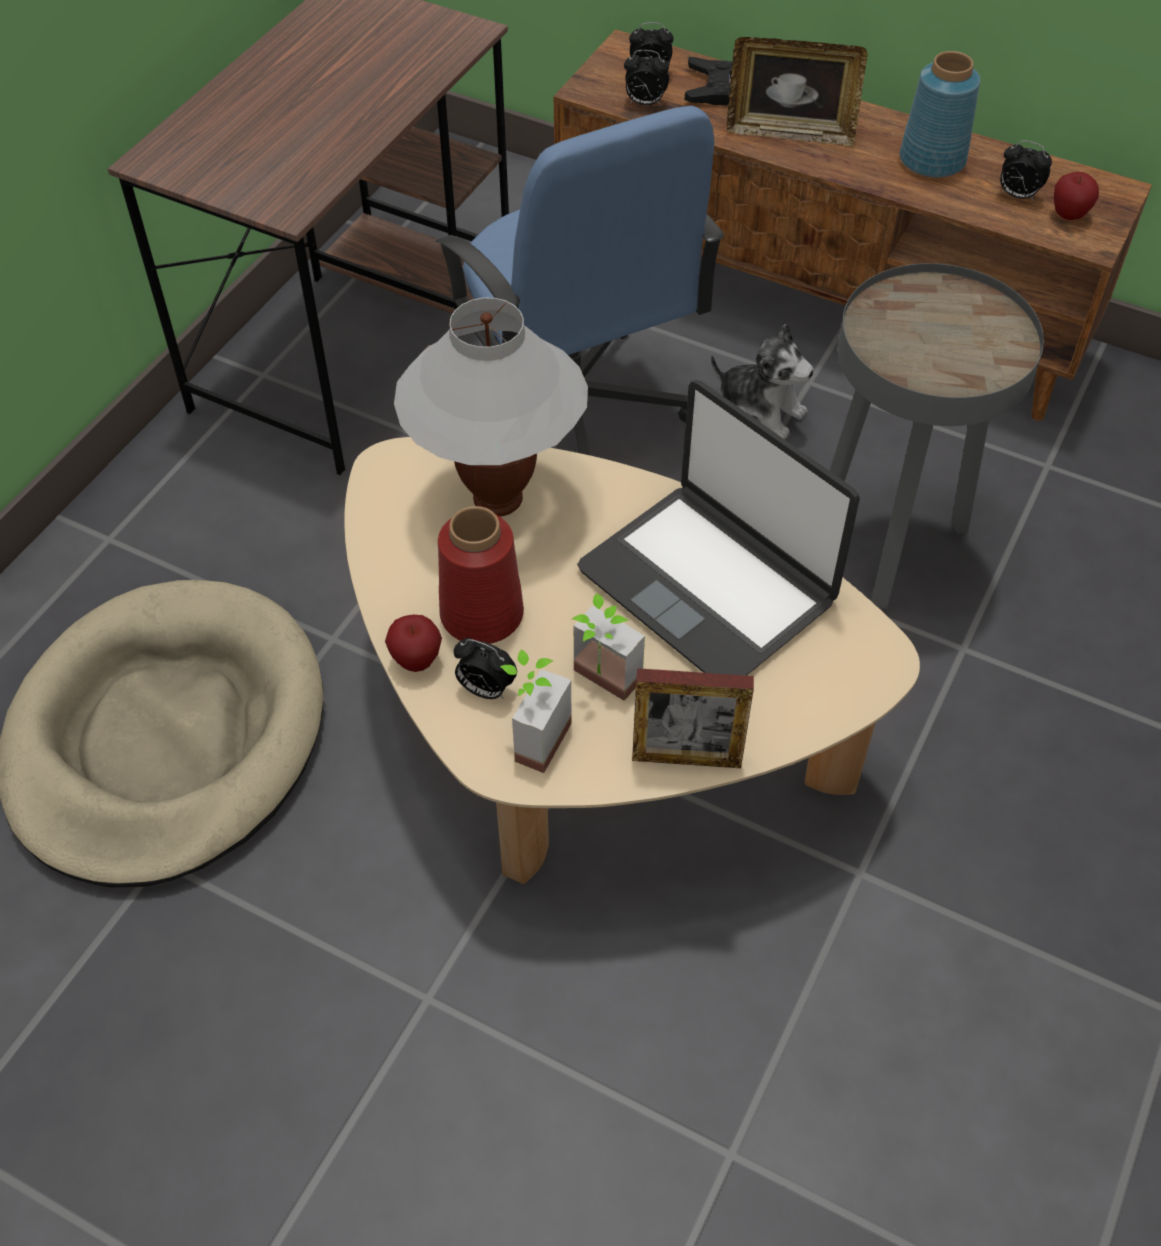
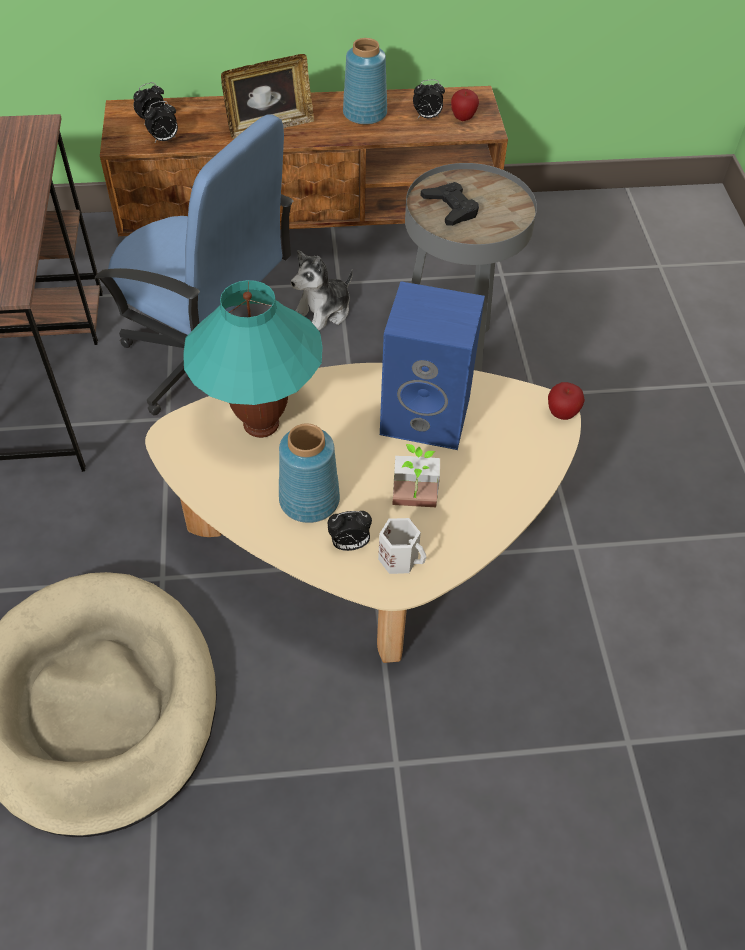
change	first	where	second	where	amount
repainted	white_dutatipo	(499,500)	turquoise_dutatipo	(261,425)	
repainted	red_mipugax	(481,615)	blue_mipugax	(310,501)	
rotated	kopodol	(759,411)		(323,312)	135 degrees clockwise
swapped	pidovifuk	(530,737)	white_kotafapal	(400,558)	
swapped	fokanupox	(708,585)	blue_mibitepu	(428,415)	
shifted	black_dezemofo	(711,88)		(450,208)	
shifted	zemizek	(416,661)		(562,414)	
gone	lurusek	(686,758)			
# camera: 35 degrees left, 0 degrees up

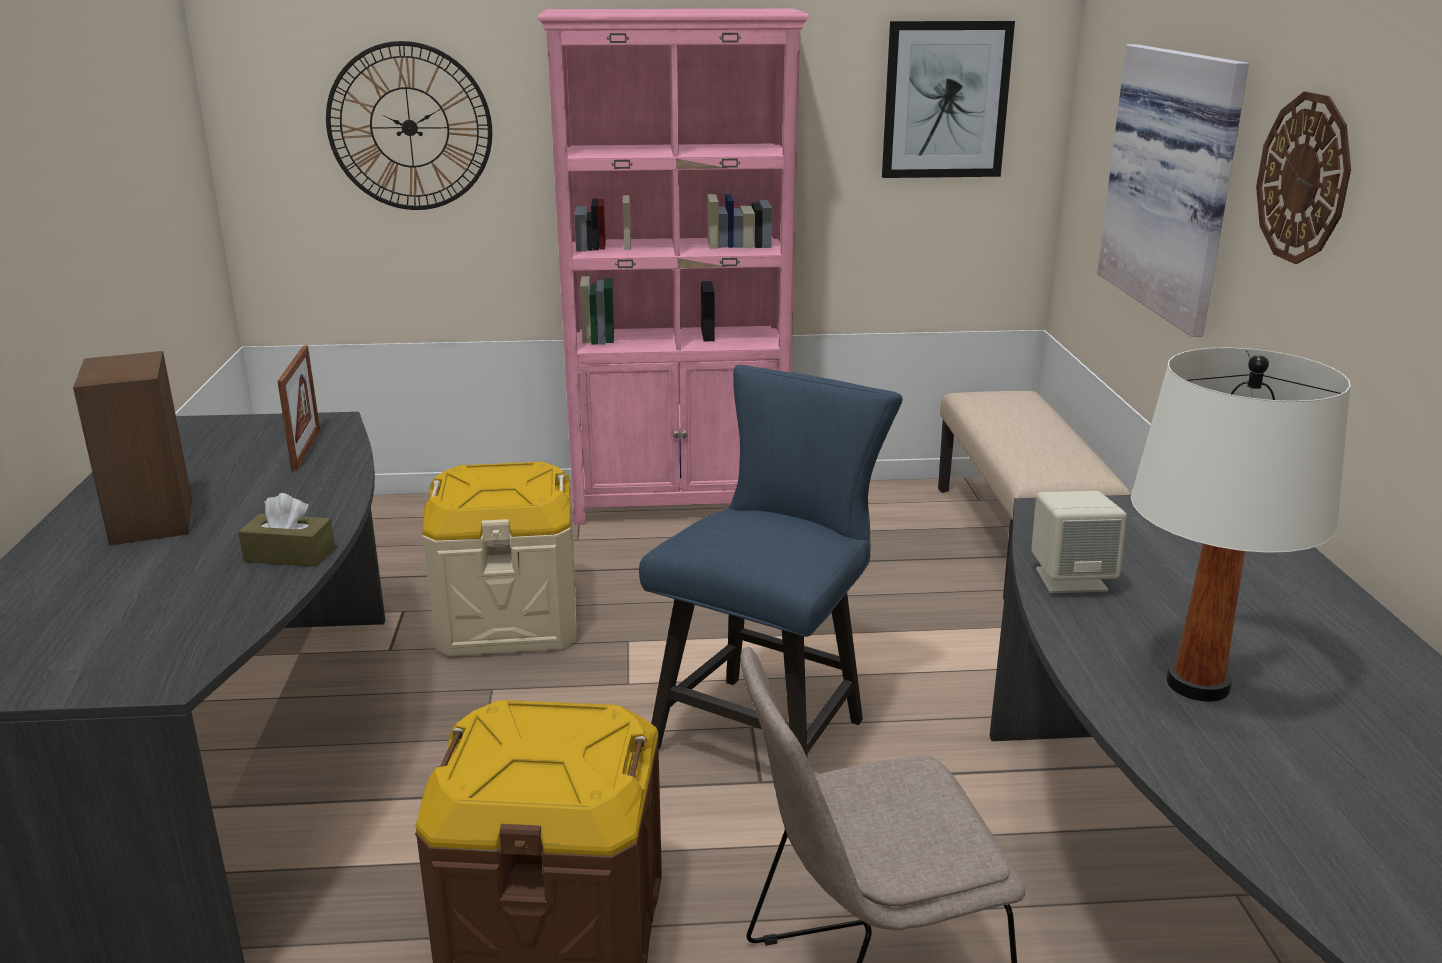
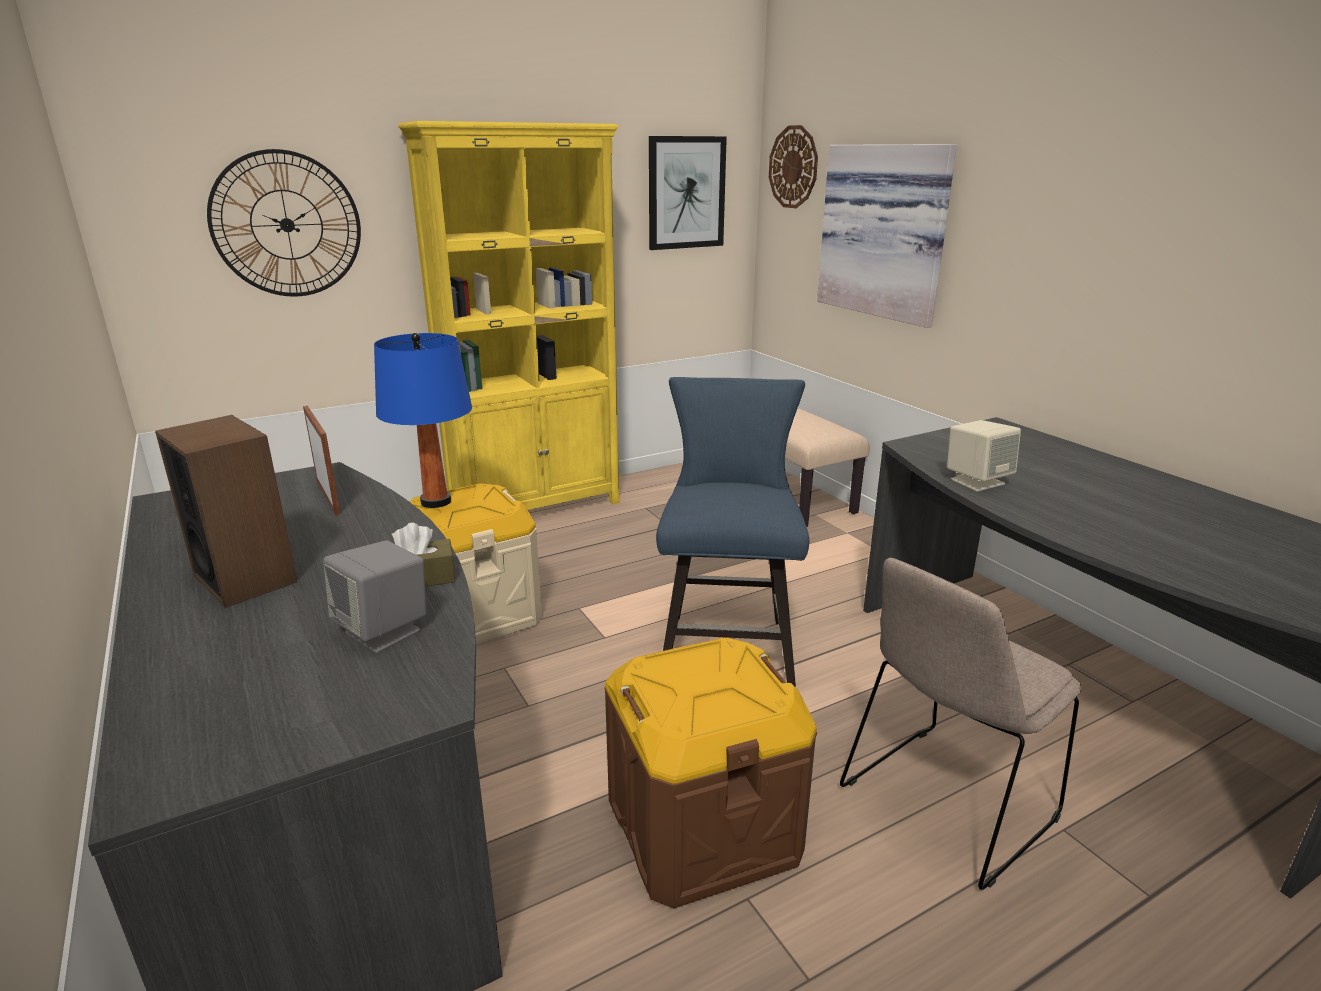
change	first	where	second	where	amount
new			grey_mibitepu	(384,631)	
new			blue_dutatipo	(436,501)	
repainted	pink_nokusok	(681,504)	yellow_nokusok	(537,507)	
shifted	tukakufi	(1304,178)		(793,167)	
gone	white_dutatipo	(1198,685)			
# camera: 25 degrees left, 0 degrees up

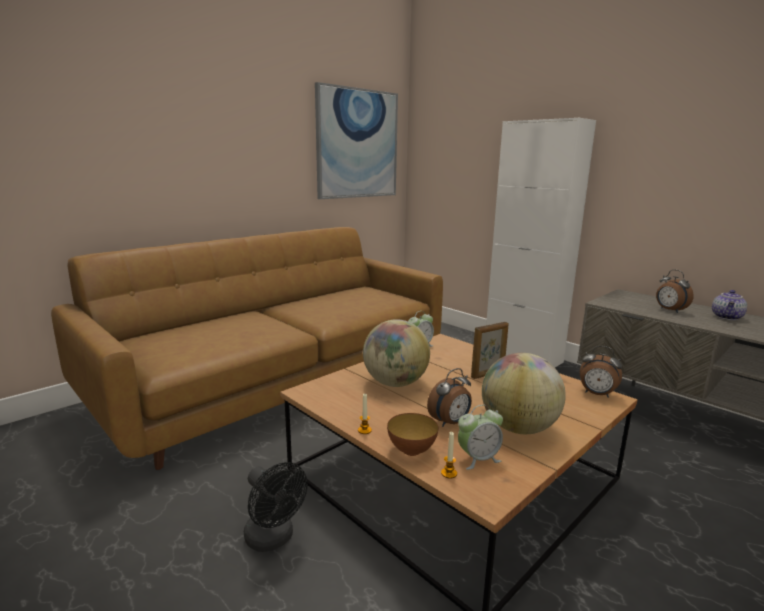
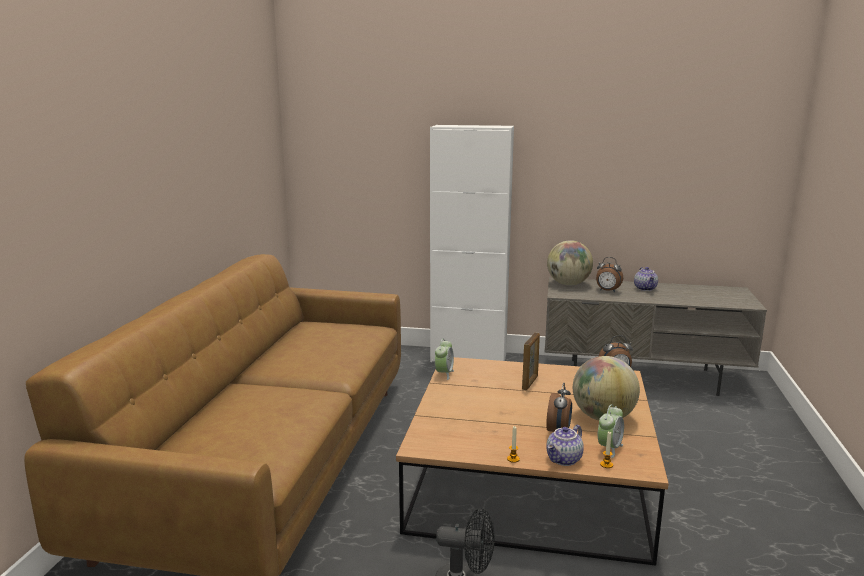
change	first	where	second	where	amount
swapped	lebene	(411,450)	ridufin	(564,460)	
shifted	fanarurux	(395,383)		(568,284)	
gone	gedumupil	(357,144)			
# camera: 35 degrees left, 0 degrees up

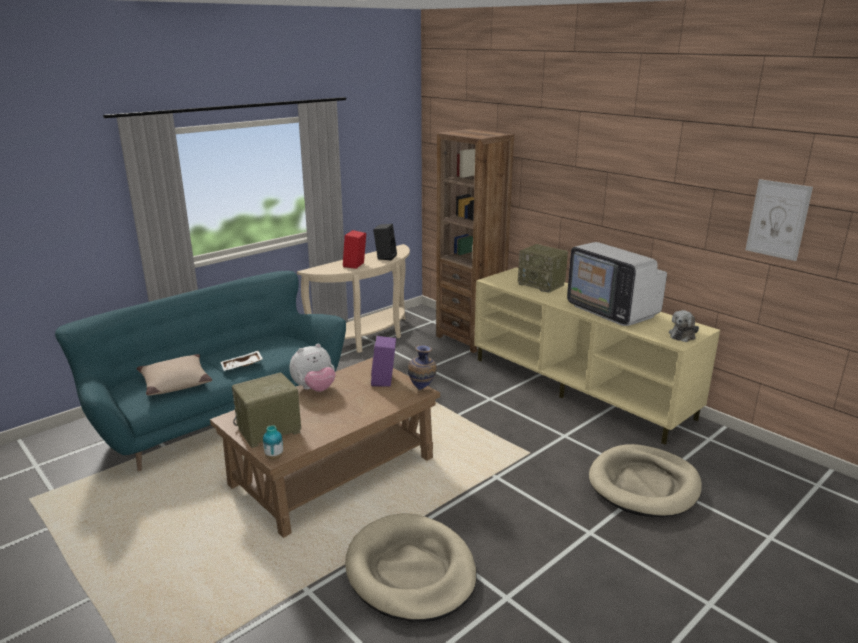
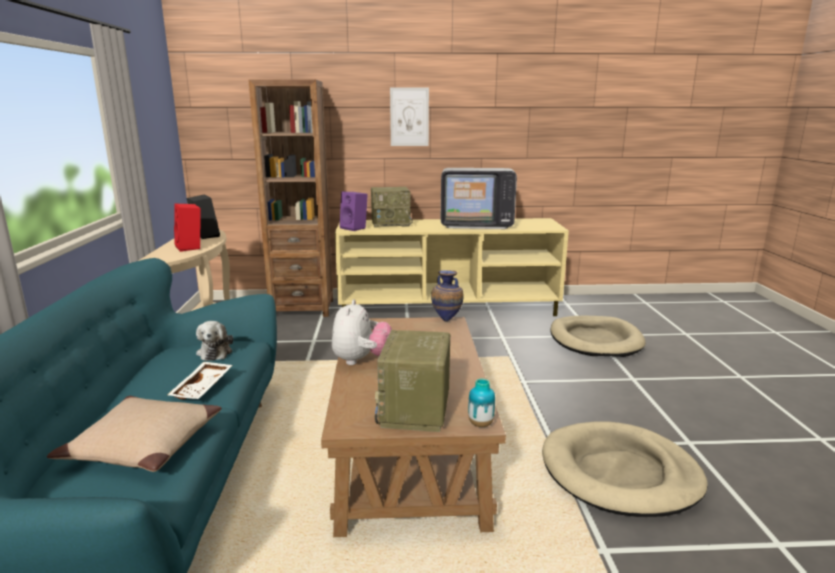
change	first	where	second	where	amount
shifted	kopodol	(683,335)		(215,352)	
shifted	purple_mibitepu	(385,381)		(355,228)	
shifted	gedumupil	(777,219)		(409,117)	
# camera: 50 degrees left, 5 degrees down

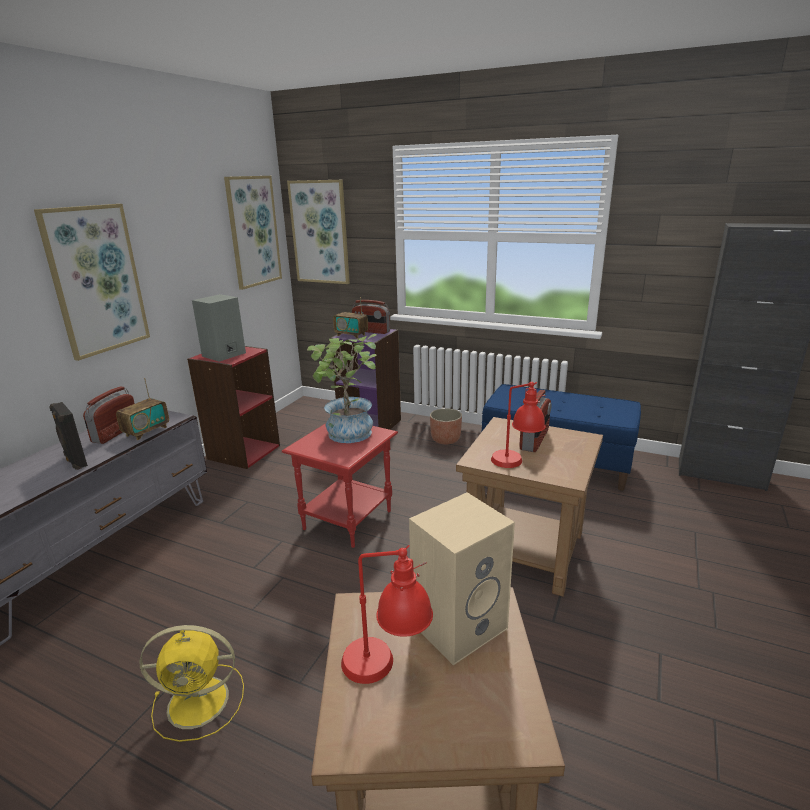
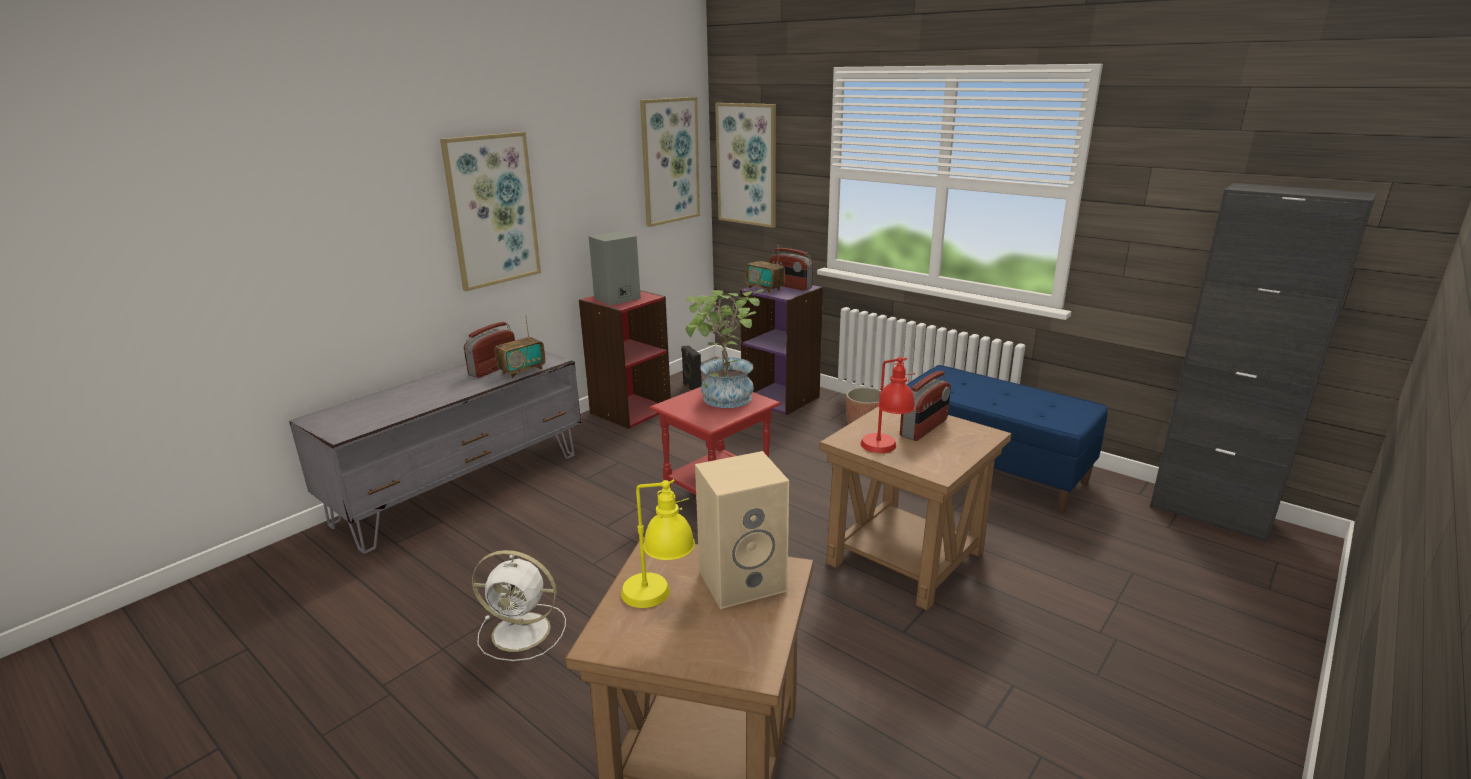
change	first	where	second	where	amount
repainted	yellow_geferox	(201,701)	white_geferox	(524,632)	
repainted	red_dutatipo	(387,670)	yellow_dutatipo	(660,601)	
shifted	black_mibitepu	(75,461)		(691,388)	
# camera: 15 degrees right, 0 degrees up

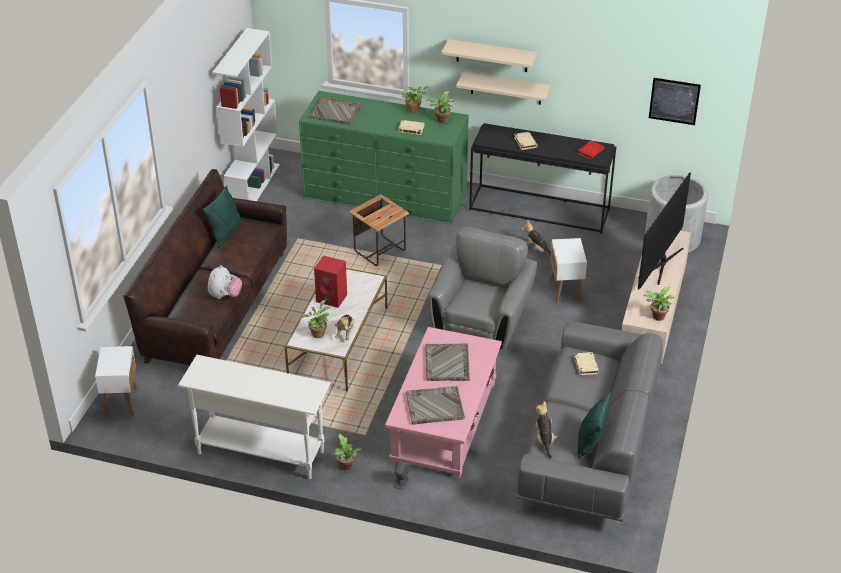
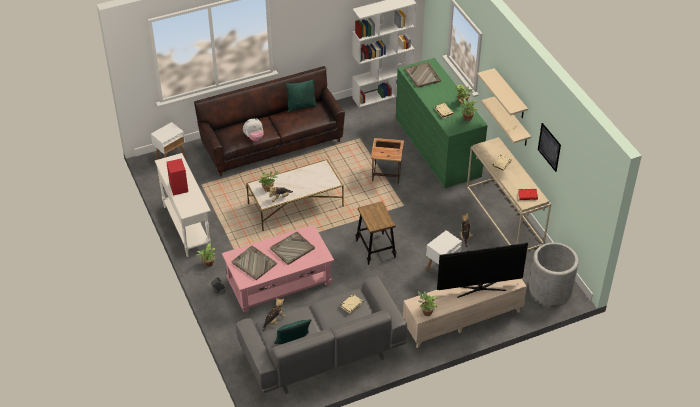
change	first	where	second	where	amount
shifted	red_mibitepu	(332,298)		(179,188)	
swapped	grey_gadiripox	(481,321)	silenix	(375,249)	
repainted	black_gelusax	(540,209)	beige_gelusax	(505,216)	
shifted	gedumupil	(674,101)		(549,147)	
# camera: 50 degrees right, 5 degrees up

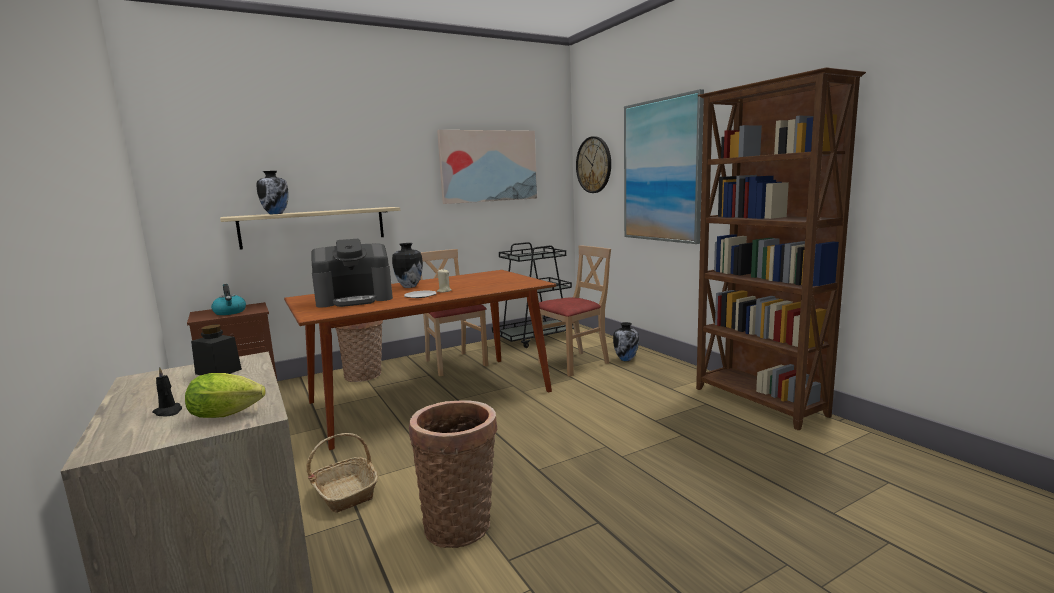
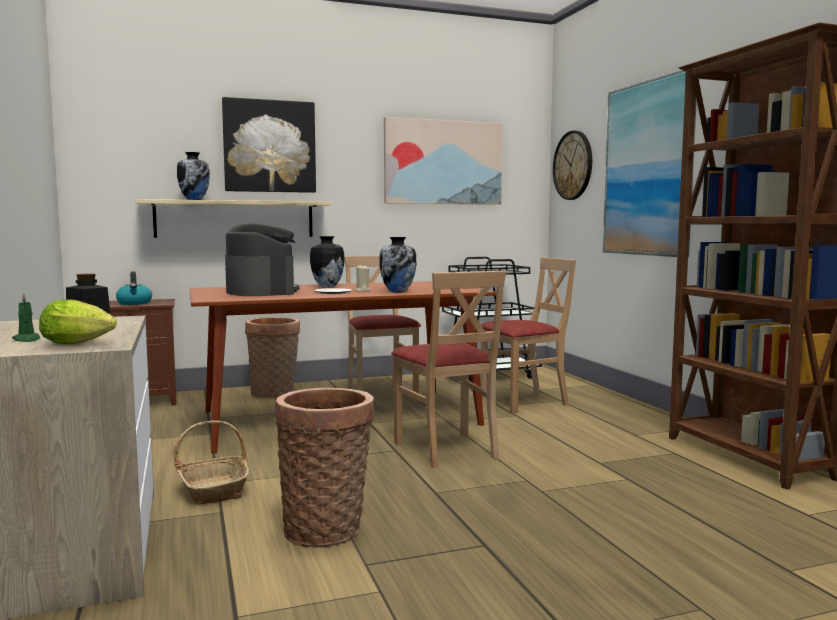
change	first	where	second	where	amount
repainted	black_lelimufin	(168,412)	green_lelimufin	(27,340)	
new			gedumupil	(269,146)	
rotated	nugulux	(355,299)		(261,291)	105 degrees counterclockwise
shifted	mipugax	(626,359)		(398,291)	
new			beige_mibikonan	(447,449)	
# camera: 10 degrees right, 5 degrees down

